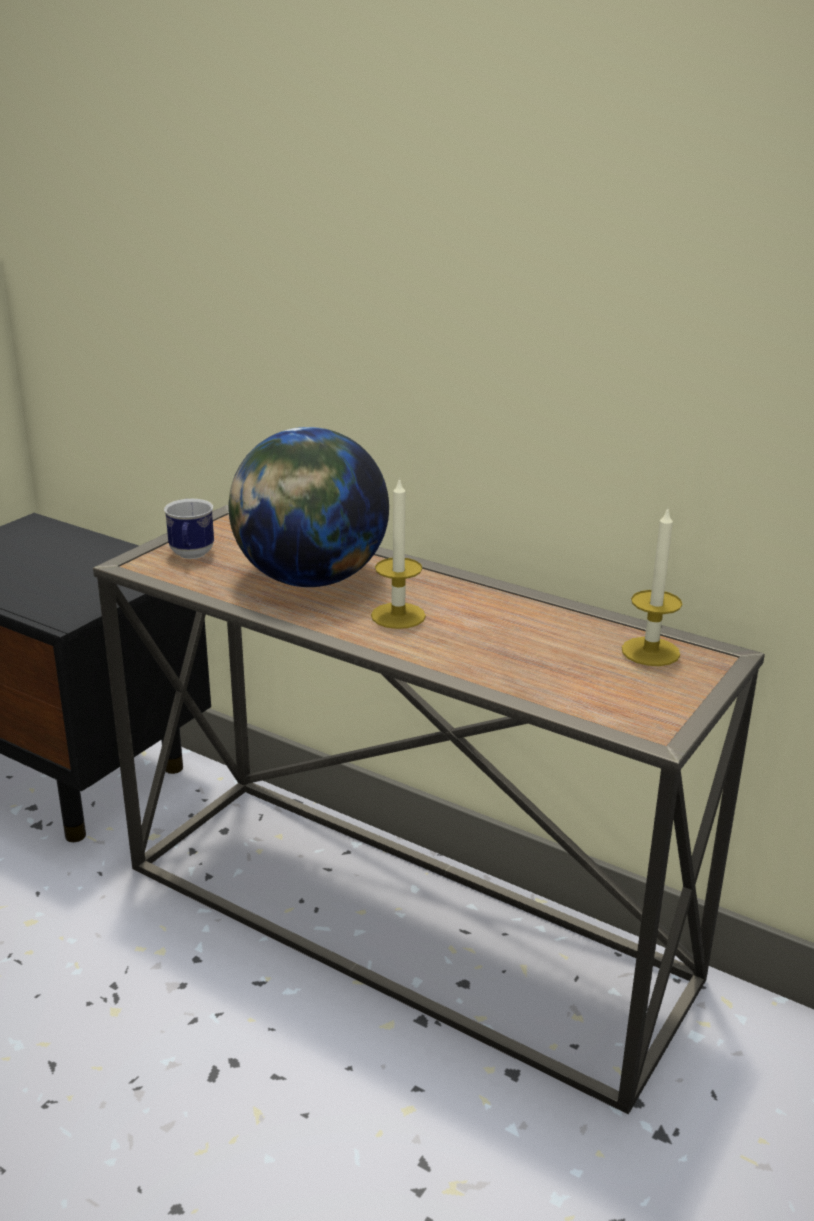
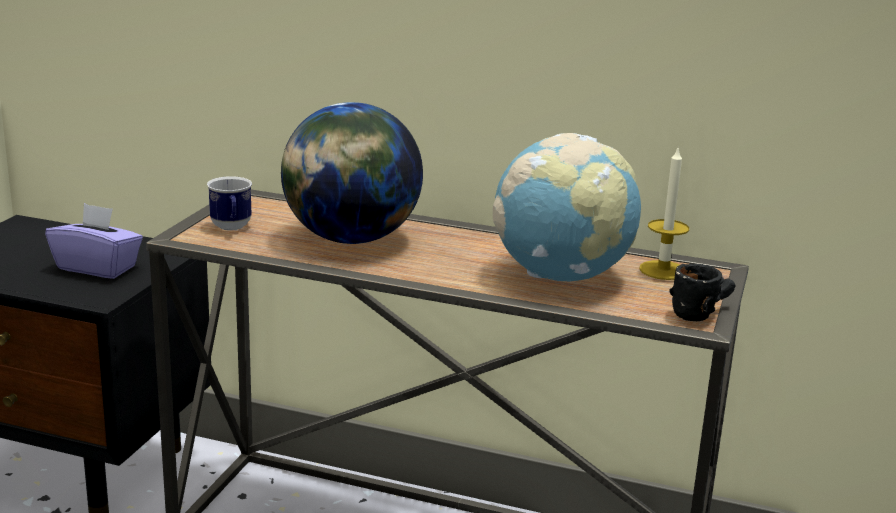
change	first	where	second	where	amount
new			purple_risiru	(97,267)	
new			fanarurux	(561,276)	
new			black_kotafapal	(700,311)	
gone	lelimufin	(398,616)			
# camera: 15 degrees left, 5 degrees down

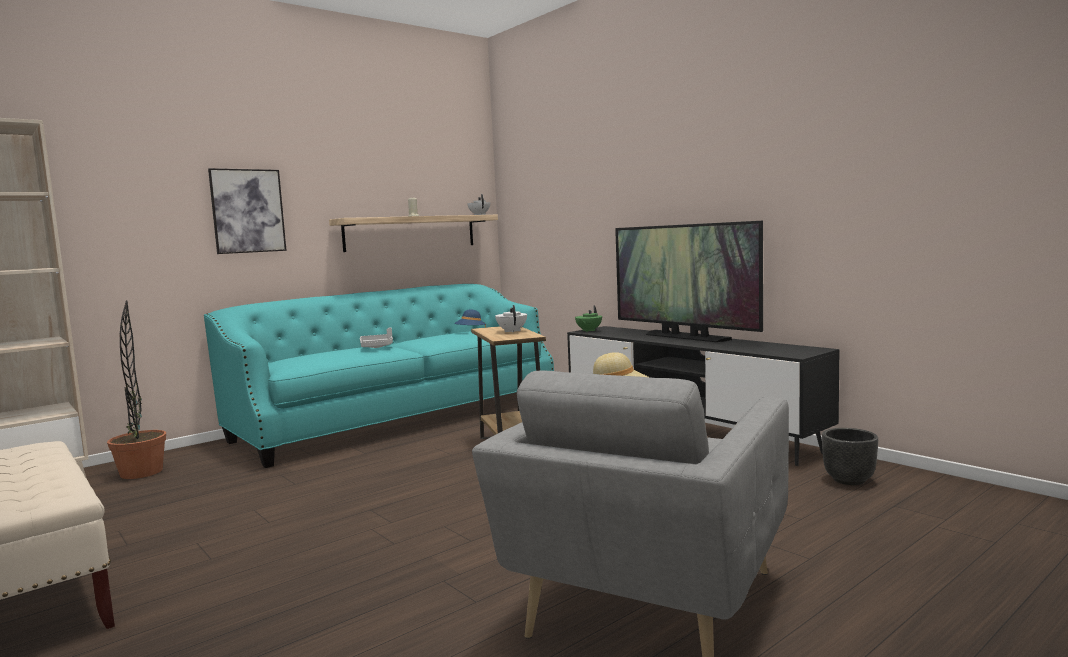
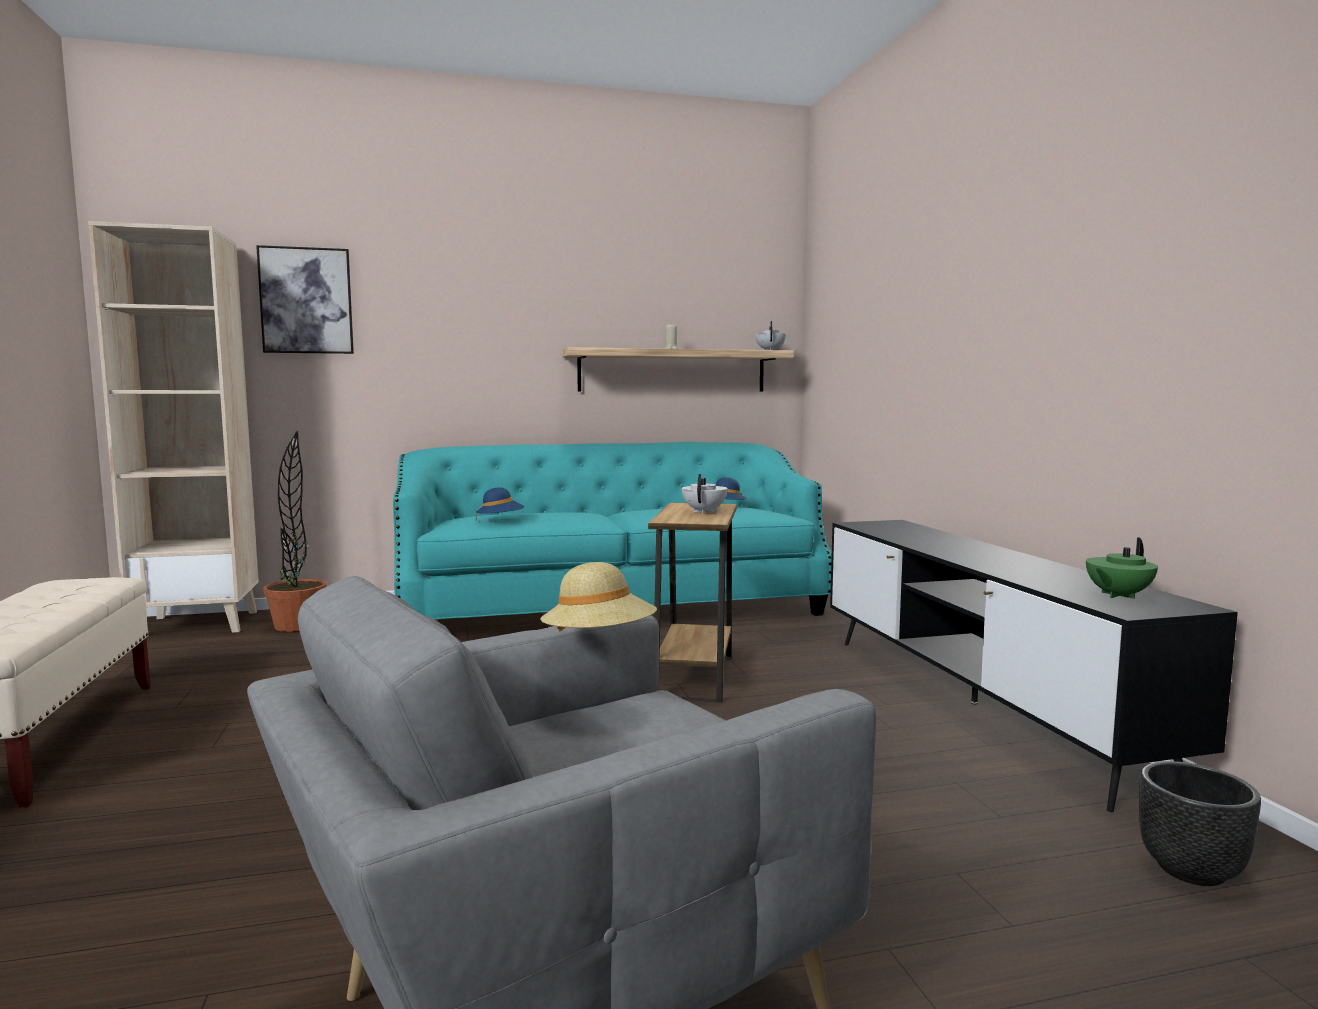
change	first	where	second	where	amount
shifted	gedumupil	(248,211)		(306,301)	
new			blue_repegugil	(500,521)	
shifted	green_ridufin	(588,331)		(1117,595)	
gone	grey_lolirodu	(377,347)			
gone	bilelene	(685,337)			
# camera: 25 degrees right, 0 degrees up

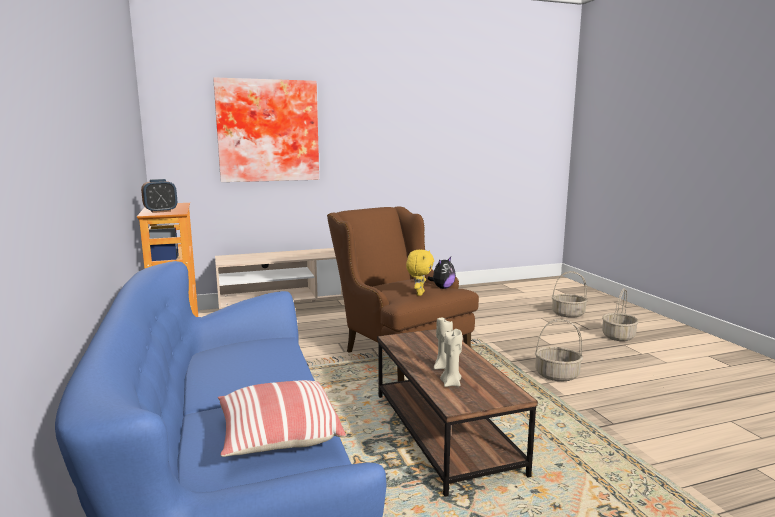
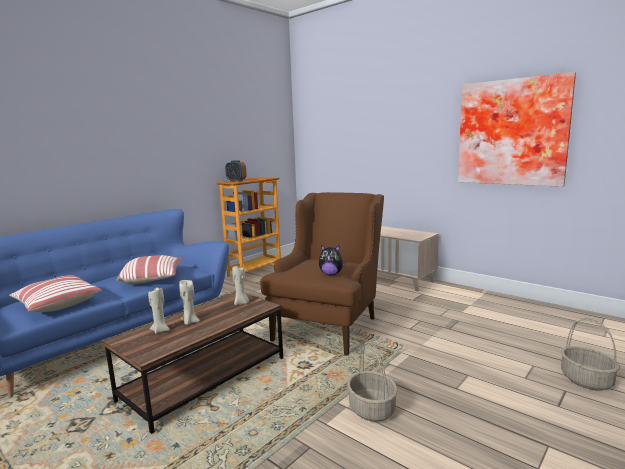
change	first	where	second	where	amount
new			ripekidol	(153,279)	
new			beige_lelimufin	(241,303)	
shifted	gedumupil	(268,131)		(512,132)	
gone	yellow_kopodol	(419,294)			
gone	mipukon	(618,336)			
# camera: 60 degrees right, 0 degrees up

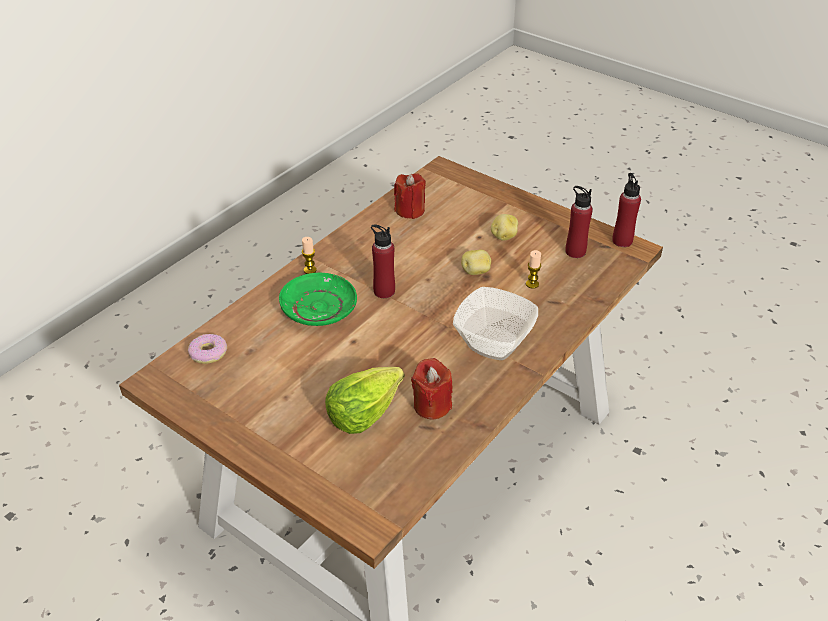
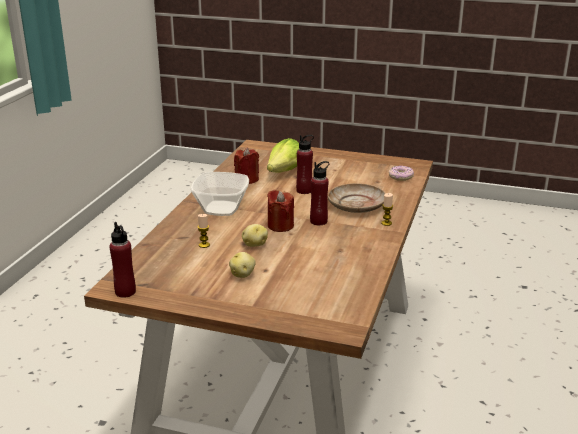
change	first	where	second	where	amount
shifted	red_lelimufin	(410,210)		(280,226)	
shifted	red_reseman	(575,251)		(304,190)	
repainted	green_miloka	(318,308)	beige_miloka	(357,205)	
# camera: 160 degrees right, 15 degrees down

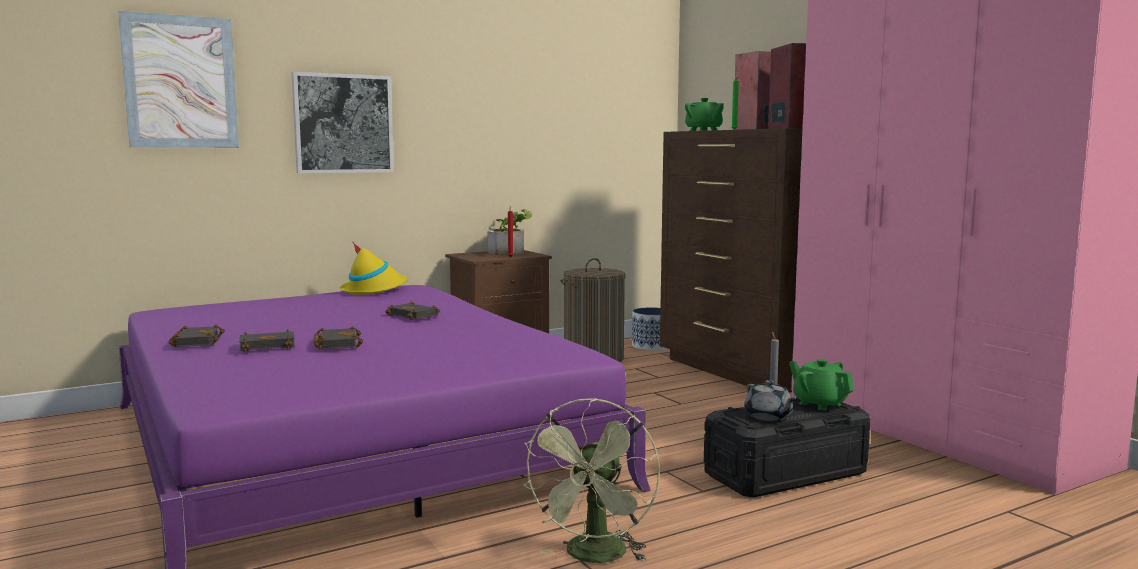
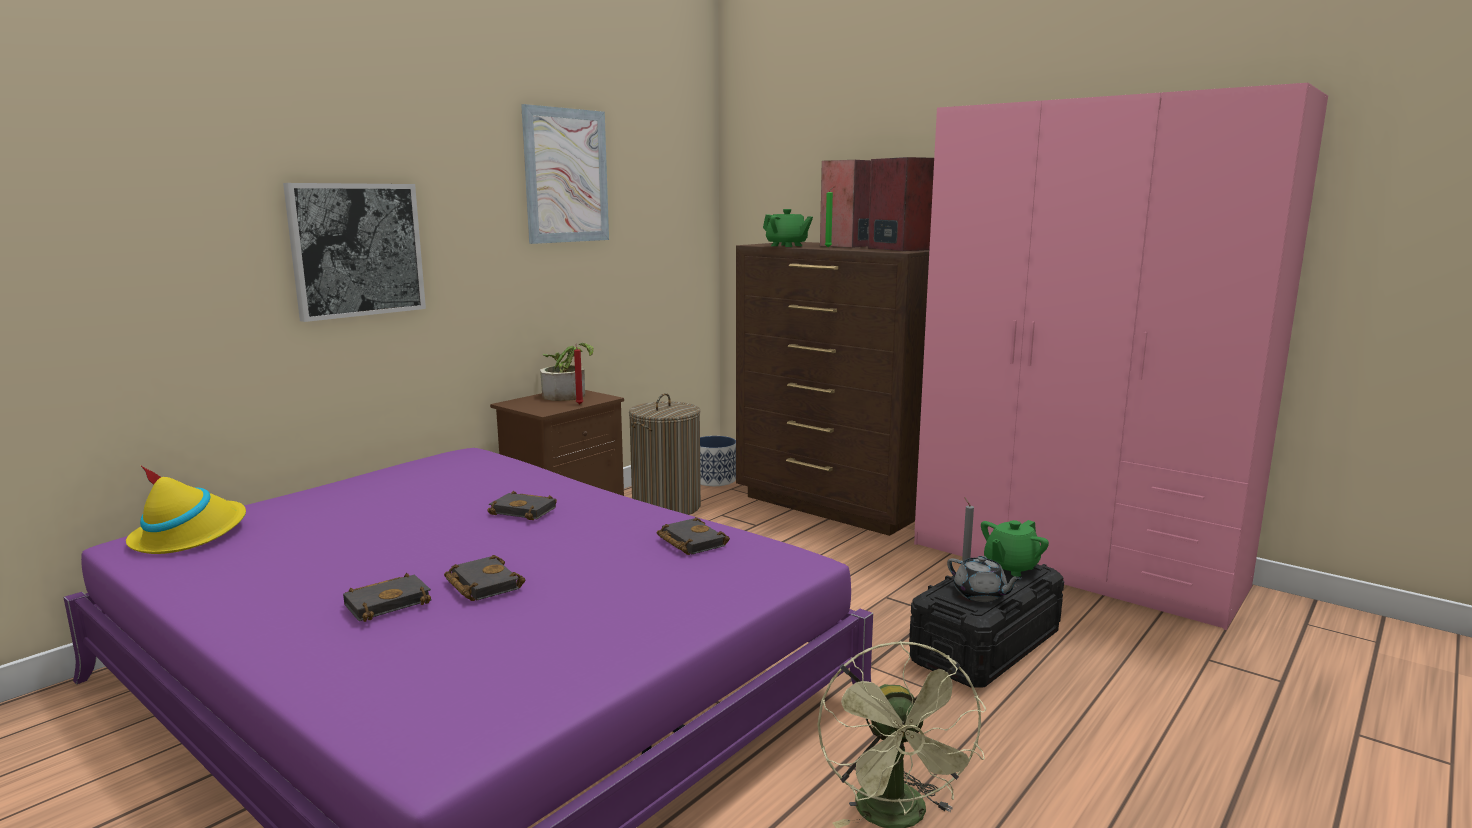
change	first	where	second	where	amount
shifted	yellow_repegugil	(374,290)		(190,535)	
shifted	gedumupil	(180,82)		(566,176)	
shifted	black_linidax	(195,341)		(689,542)	
rotated	green_ridufin	(819,404)		(1010,567)	75 degrees counterclockwise
# camera: 20 degrees left, 5 degrees up

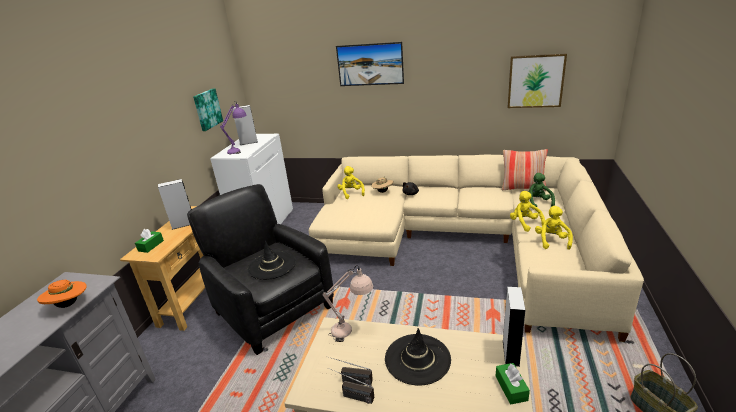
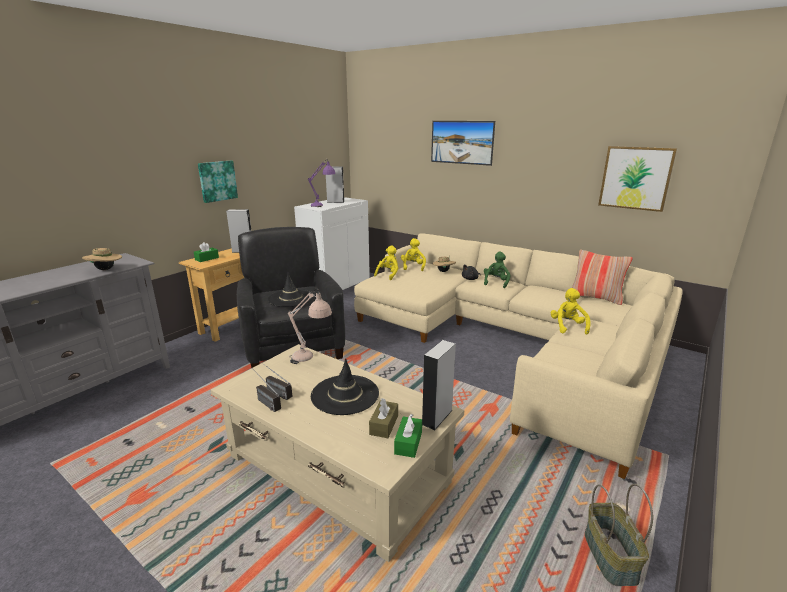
change	first	where	second	where	amount
repainted	orange_repegugil	(69,304)	beige_repegugil	(106,269)	
shifted	gedumupil	(207,109)		(217,181)	
new			brown_risiru	(384,425)	
shifted	yellow_kopodol	(552,241)		(388,274)	
shifted	green_kopodol	(537,203)		(496,282)	
# camera: 20 degrees right, 5 degrees down

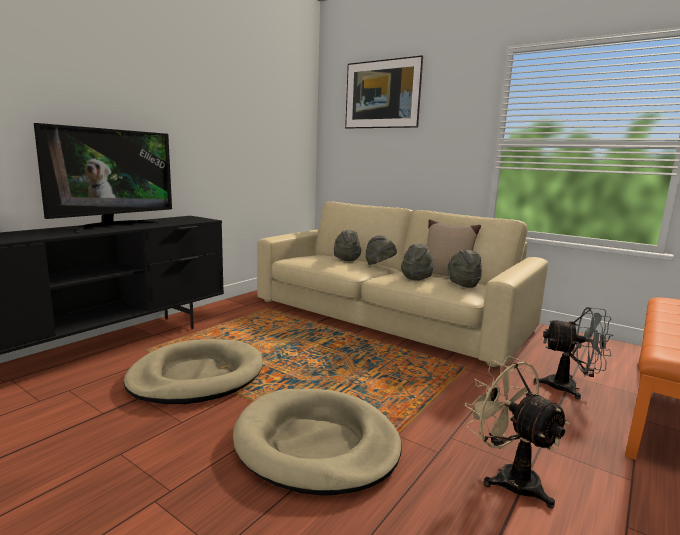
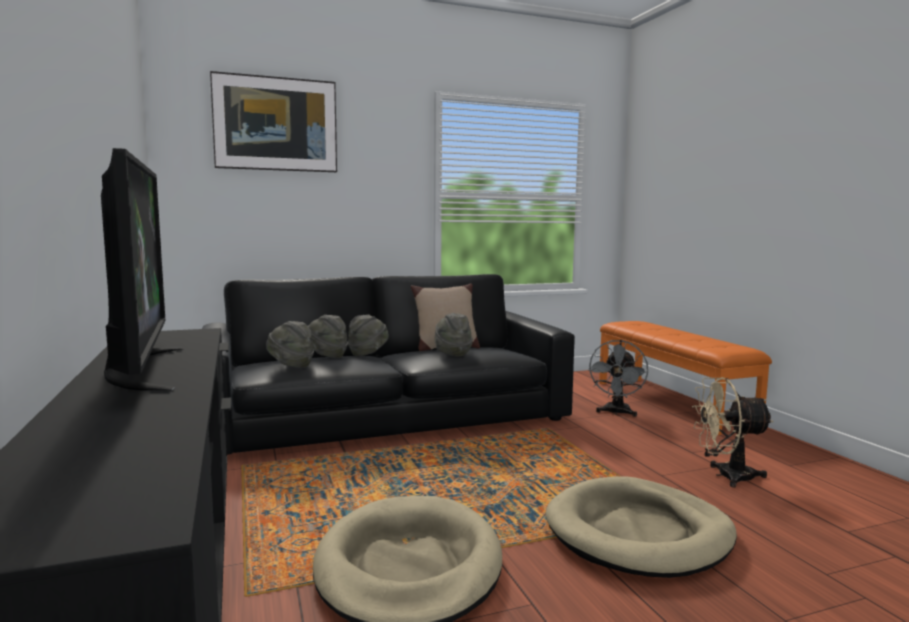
change	first	where	second	where	amount
repainted	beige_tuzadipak	(388,315)	black_tuzadipak	(386,416)	
shifted	grey_repegugil	(462,284)		(290,365)	
rotated	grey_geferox	(569,388)		(616,413)	150 degrees clockwise
# camera: 55 degrees left, 5 degrees down

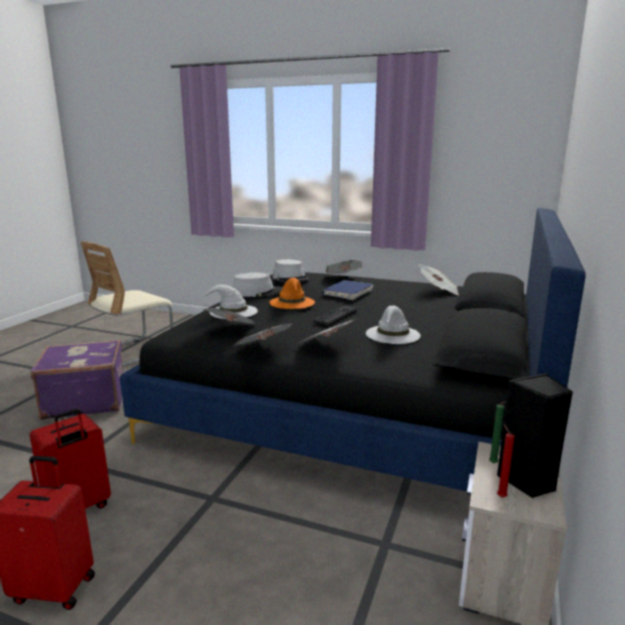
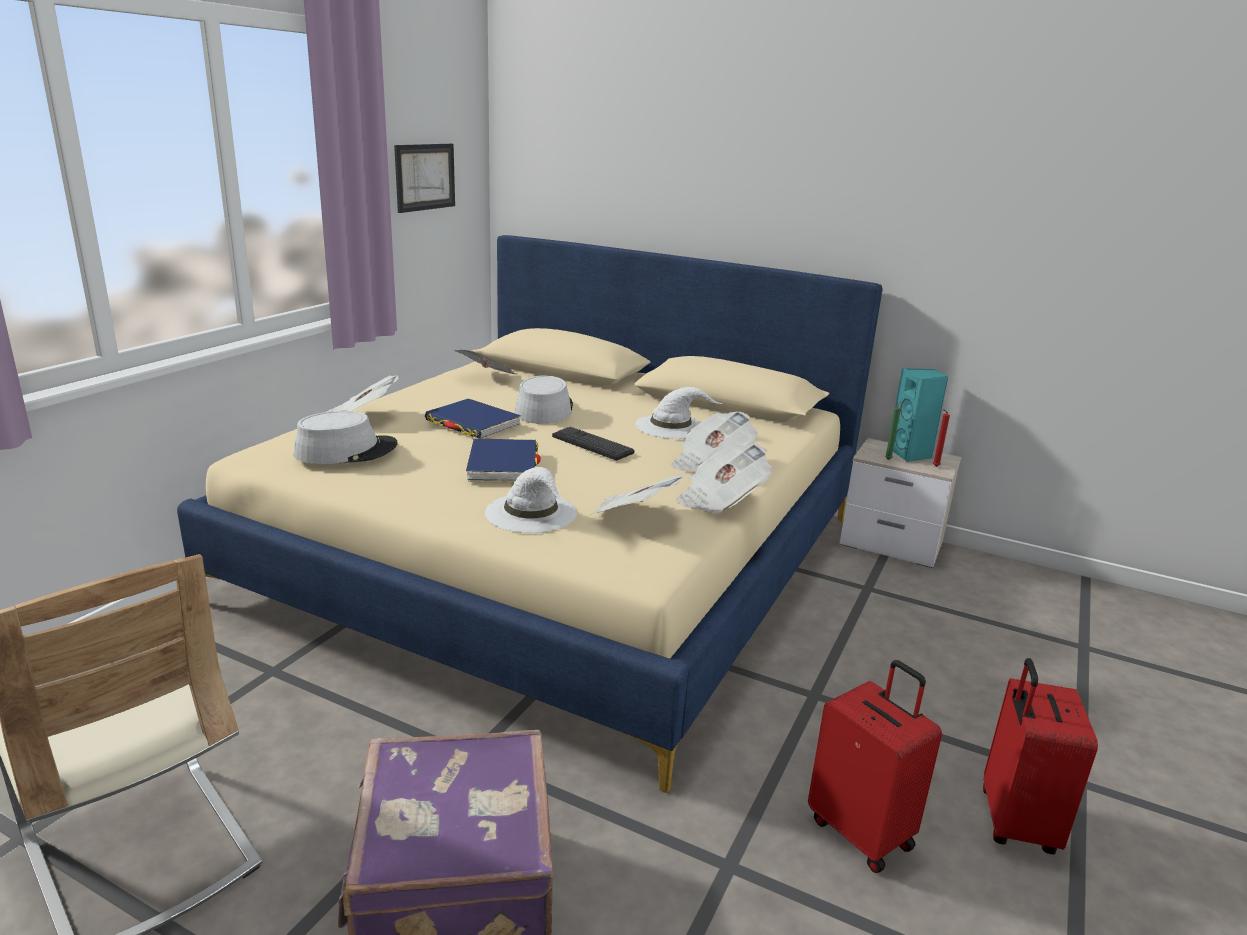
change	first	where	second	where	amount
repainted	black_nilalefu	(361,398)	beige_nilalefu	(561,557)	
new			gedumupil	(425,177)	
swapped	orange_repegugil	(292,302)	blue_linidax	(503,465)	
shifted	grey_repegugil	(257,292)		(544,409)	
repainted	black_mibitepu	(527,482)	turquoise_mibitepu	(911,454)	
# camera: 85 degrees left, 5 degrees up

